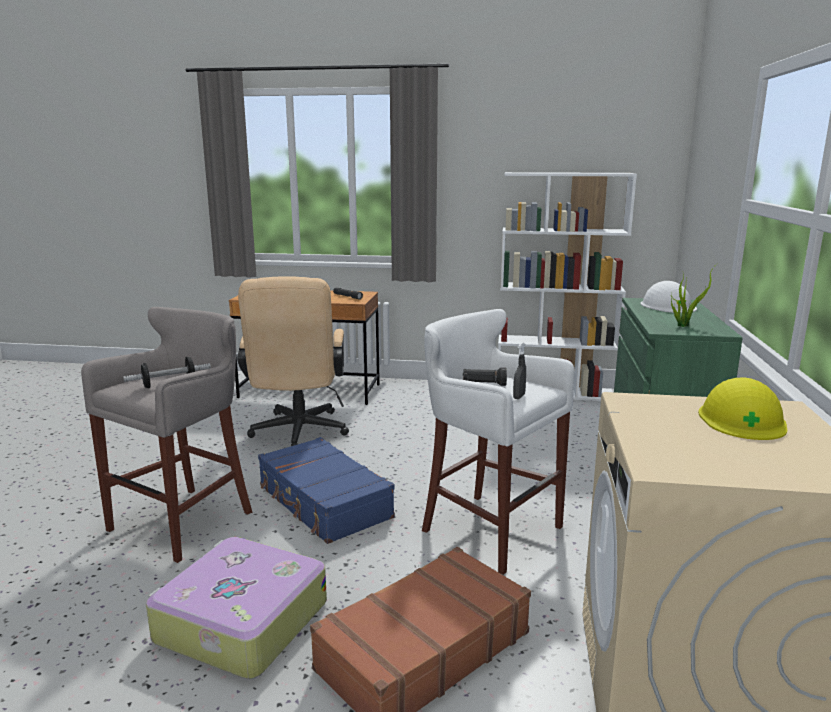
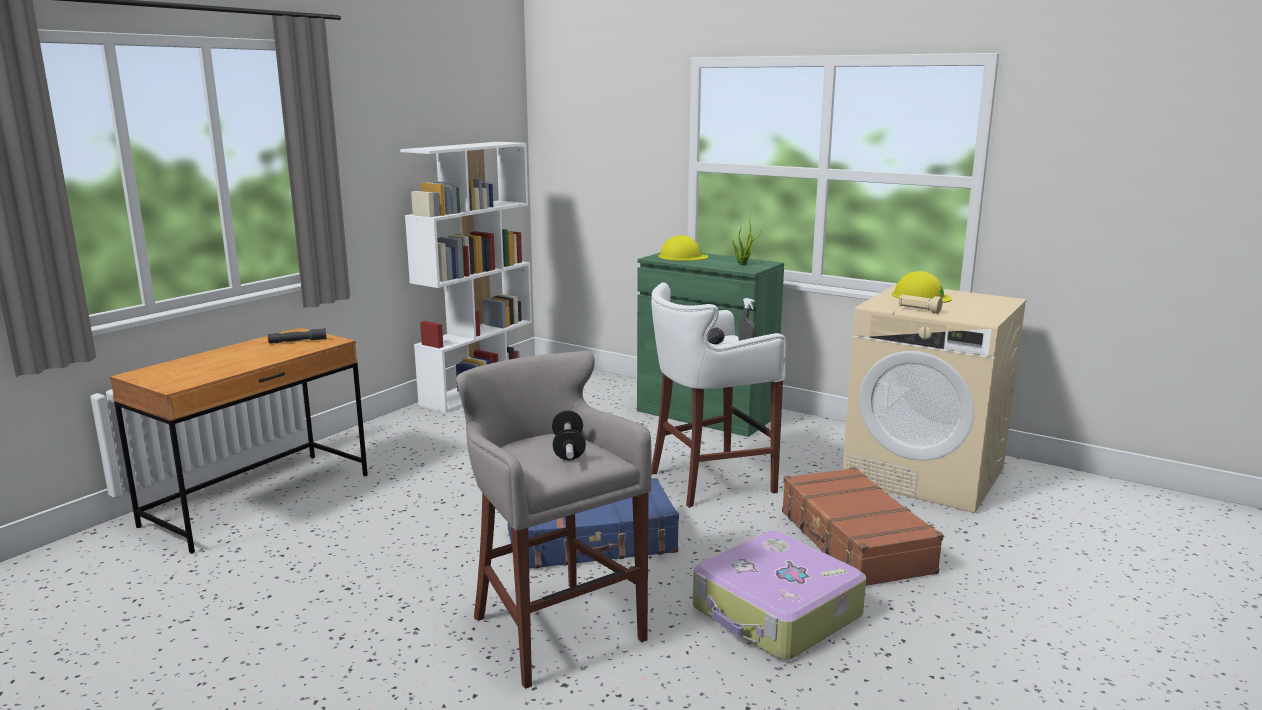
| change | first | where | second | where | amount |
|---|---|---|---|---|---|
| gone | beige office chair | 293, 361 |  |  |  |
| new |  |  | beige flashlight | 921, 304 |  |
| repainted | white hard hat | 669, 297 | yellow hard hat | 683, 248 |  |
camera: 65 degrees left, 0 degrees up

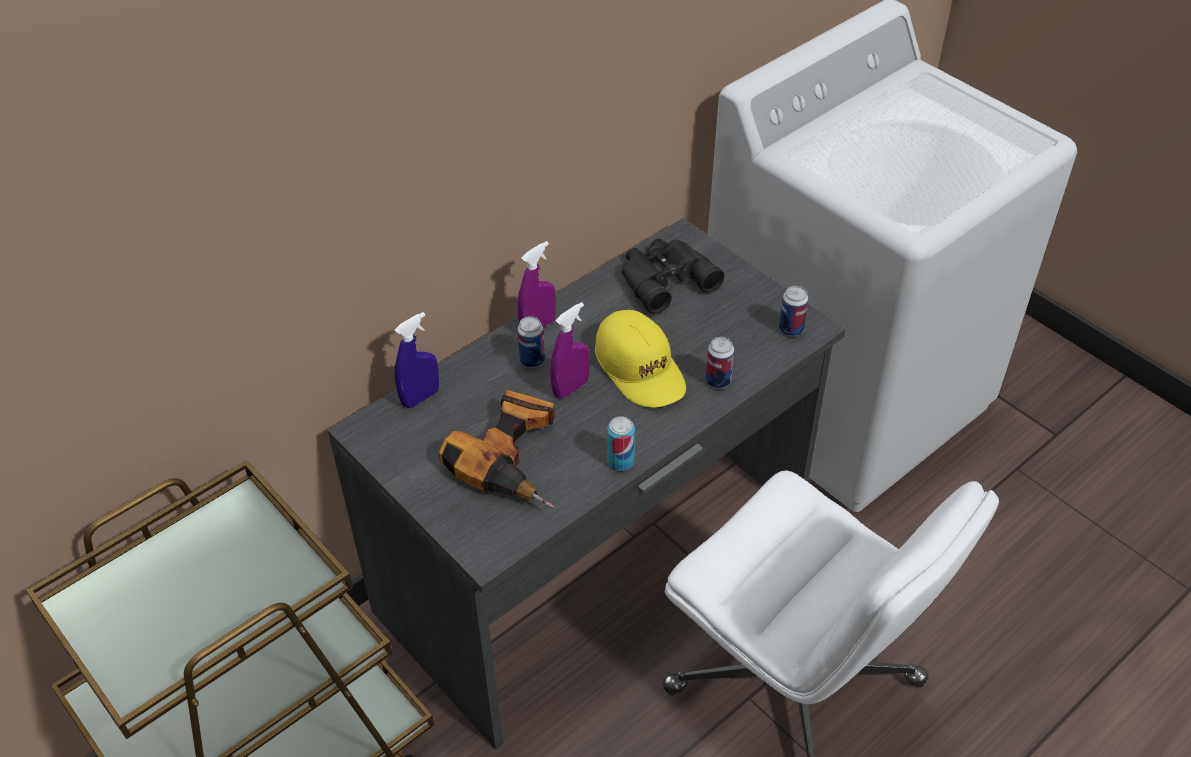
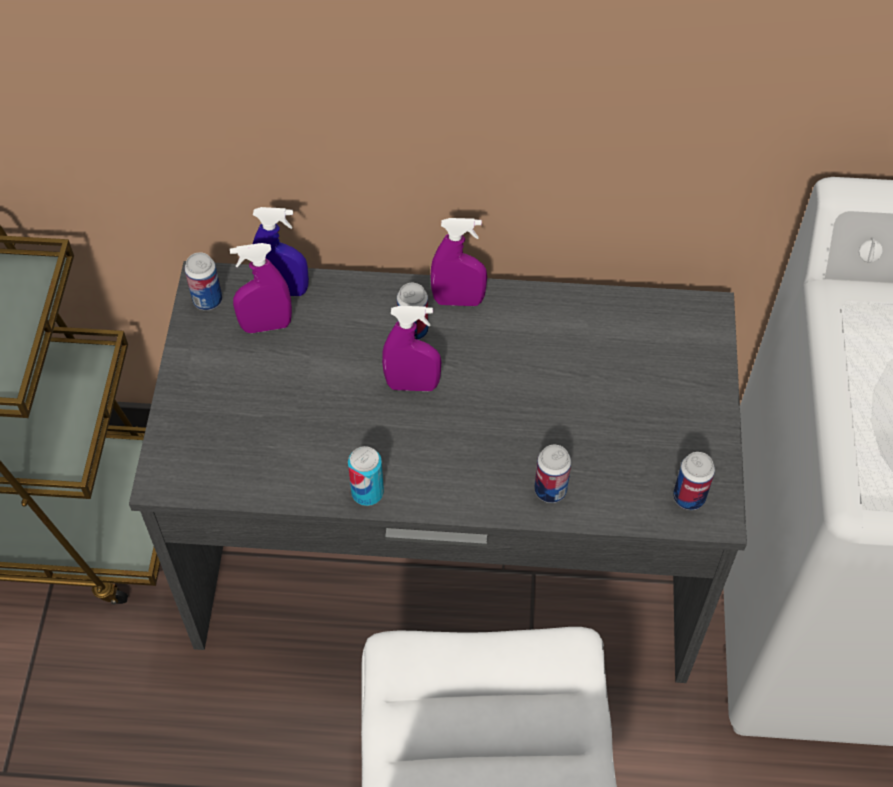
| change | first | where | second | where | amount |
|---|---|---|---|---|---|
| gone | power drill | 497, 449 |  |  |  |
| gone | yellow cap | 640, 359 |  |  |  |
| gone | black binoculars | 673, 276 |  |  |  |
| new |  |  | can | 203, 281 |  |
| new |  |  | purple spray bottle | 261, 288 |  |
camera: 45 degrees right, 10 degrees up

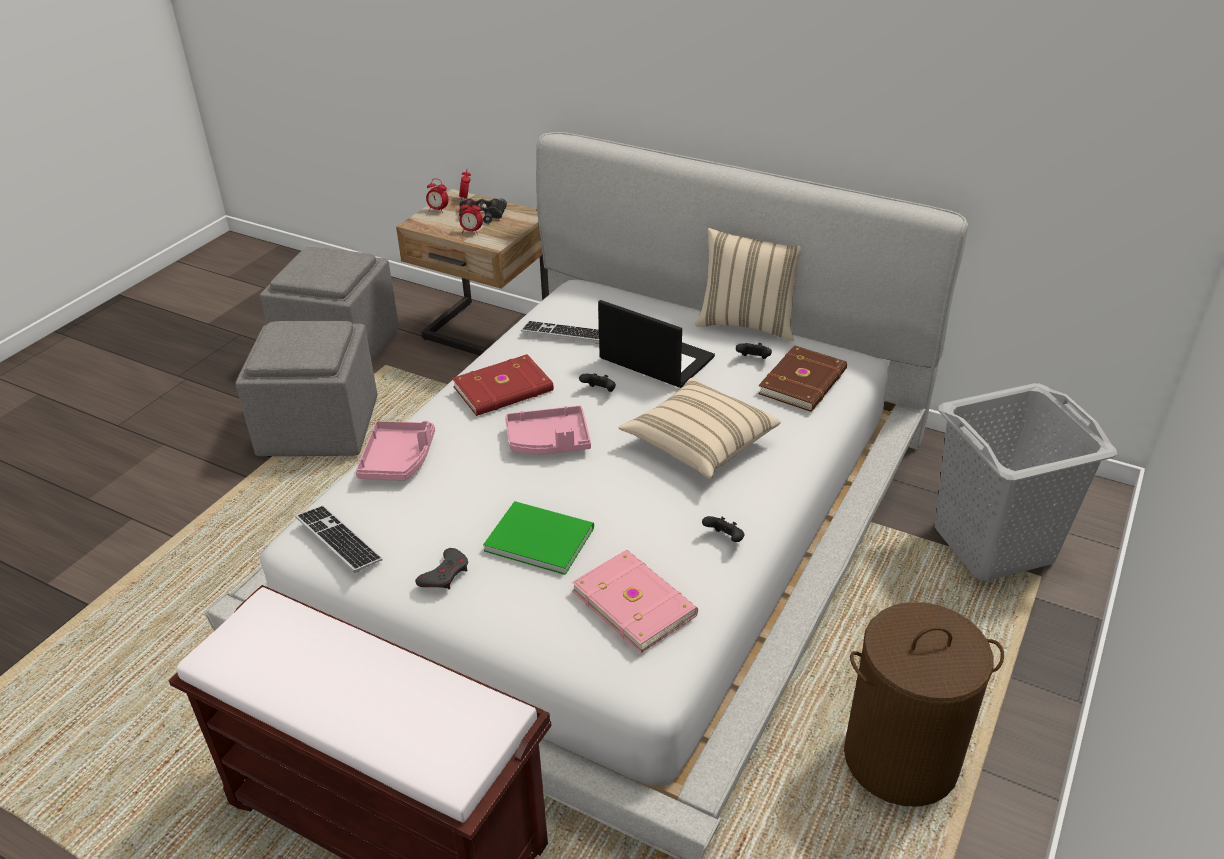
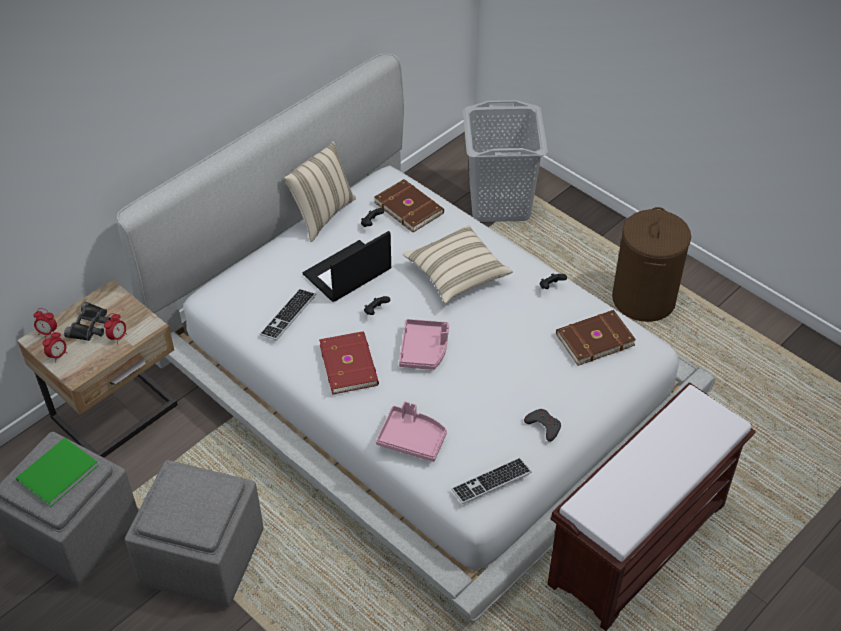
| change | first | where | second | where | amount |
|---|---|---|---|---|---|
| shifted | green book | 538, 538 |  | 57, 472 |  |
| repainted | pink book | 635, 602 | brown book | 596, 338 |  |
camera: 75 degrees left, 10 degrees up

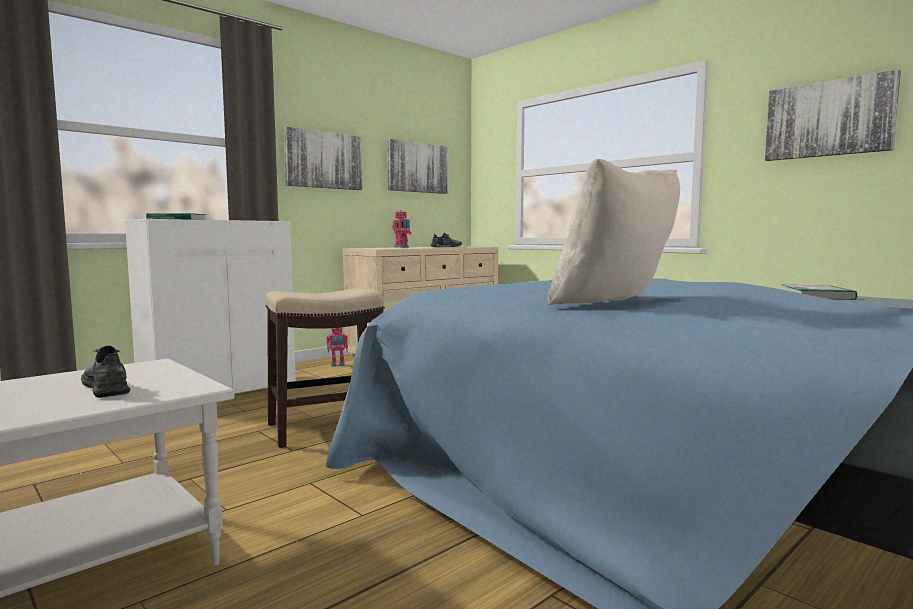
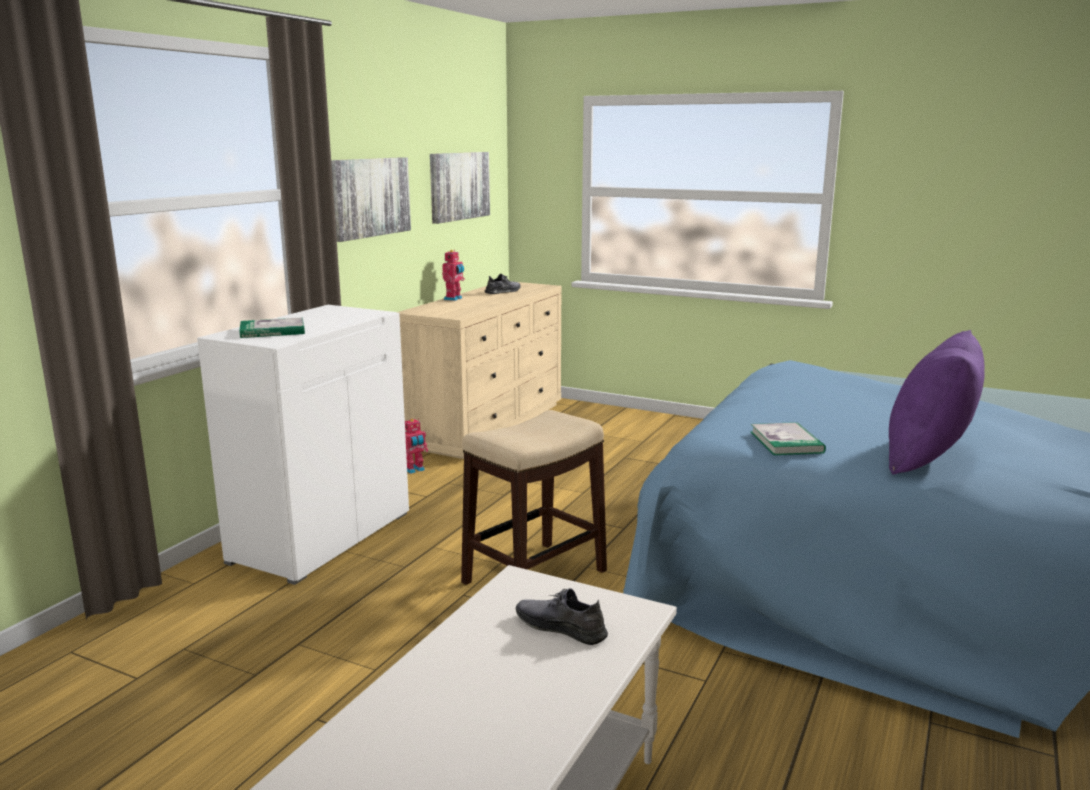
| change | first | where | second | where | amount |
|---|---|---|---|---|---|
| gone | picture | 833, 115 |  |  |  |
| shifted | book | 819, 292 |  | 788, 438 |  |
| repainted | beige pillow | 613, 232 | purple pillow | 936, 402 |  |
camera: 20 degrees left, 10 degrees up

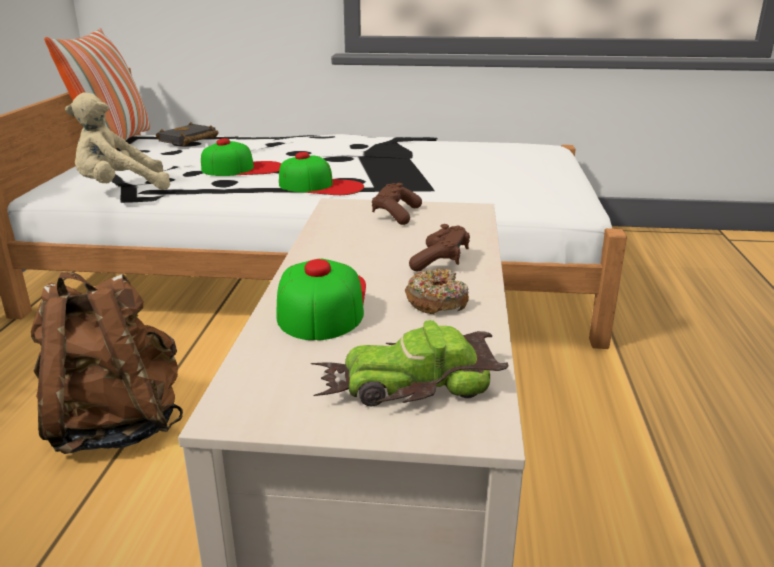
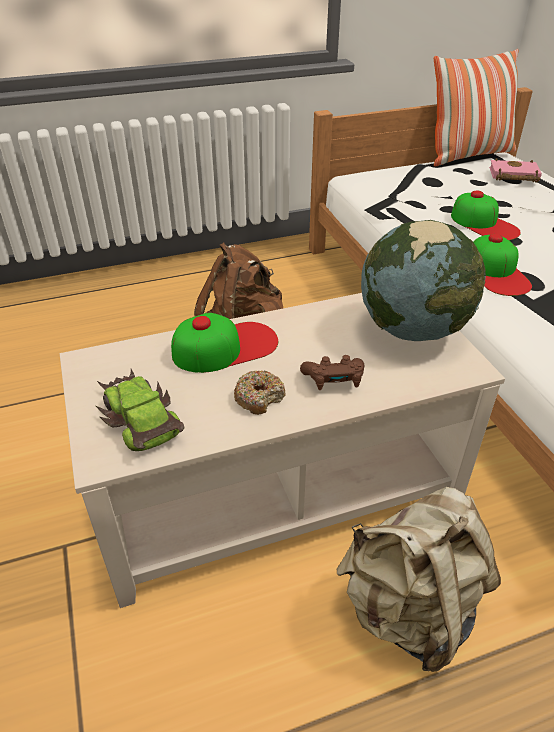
| change | first | where | second | where | amount |
|---|---|---|---|---|---|
| gone | beige plush toy | 117, 141 |  |  |  |
| new |  |  | beige backpack | 419, 579 |  |
| swapped | brown game controller | 397, 204 | globe | 423, 280 |  |
| repainted | black book | 187, 134 | pink book | 515, 170 |  |
camera: 65 degrees right, 15 degrees up

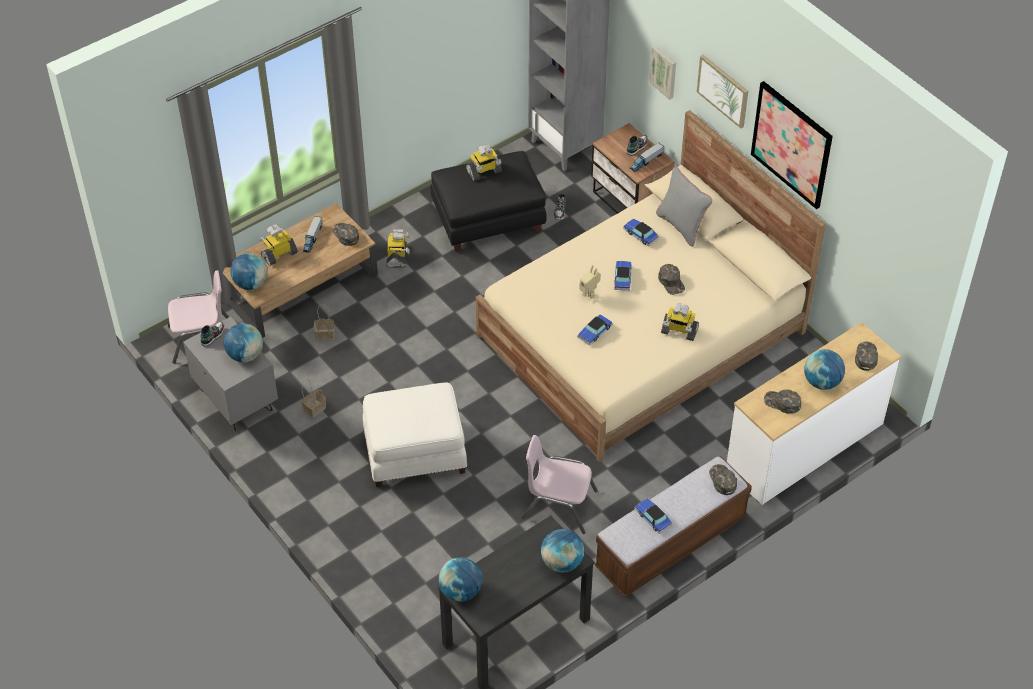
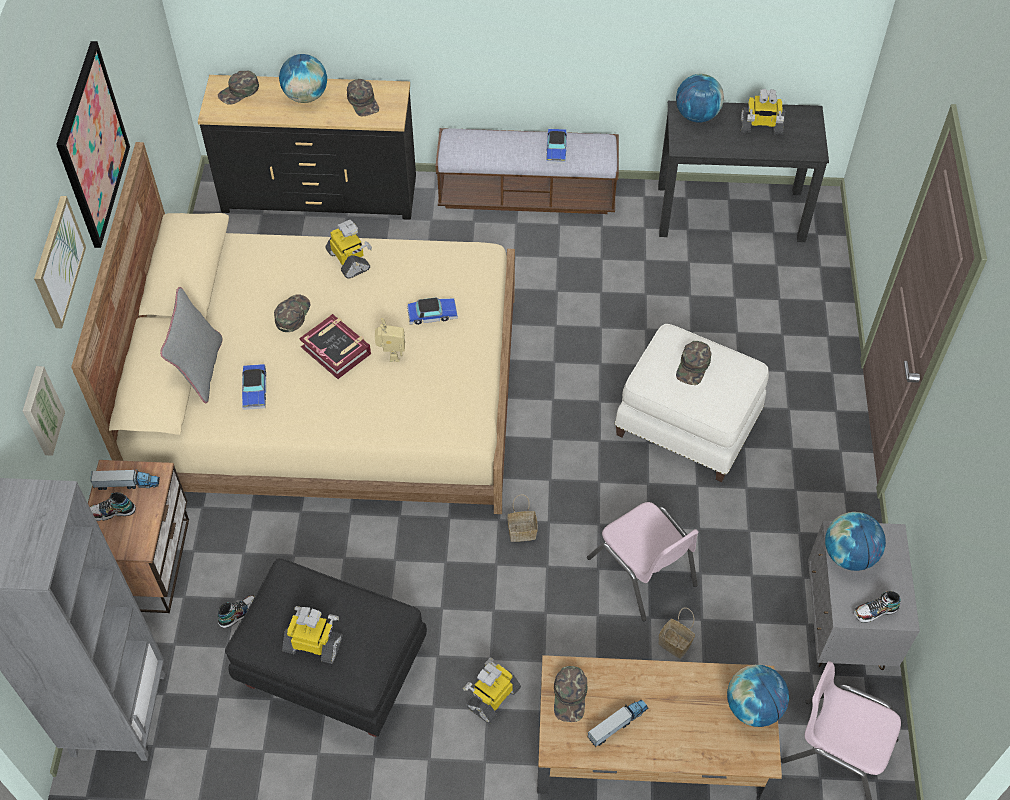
| change | first | where | second | where | amount |
|---|---|---|---|---|---|
| gone | globe | 460, 579 |  |  |  |
| shifted | toy robot | 278, 245 |  | 763, 112 |  |
| shifted | basket | 313, 398 |  | 523, 518 |  |
| shifted | pink chair | 559, 484 |  | 643, 561 |  |
| shifted | green cap | 723, 479 |  | 693, 363 |  |
| swapped | toy car | 623, 276 | book | 335, 346 |  |
| repainted | white dresser | 814, 413 | black dresser | 307, 147 |  |
camera: 140 degrees left, 5 degrees up

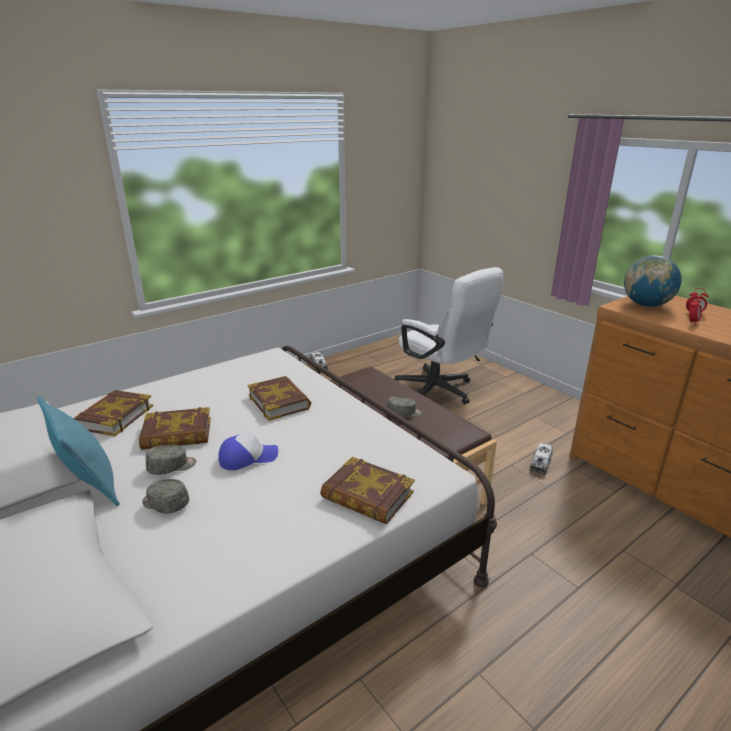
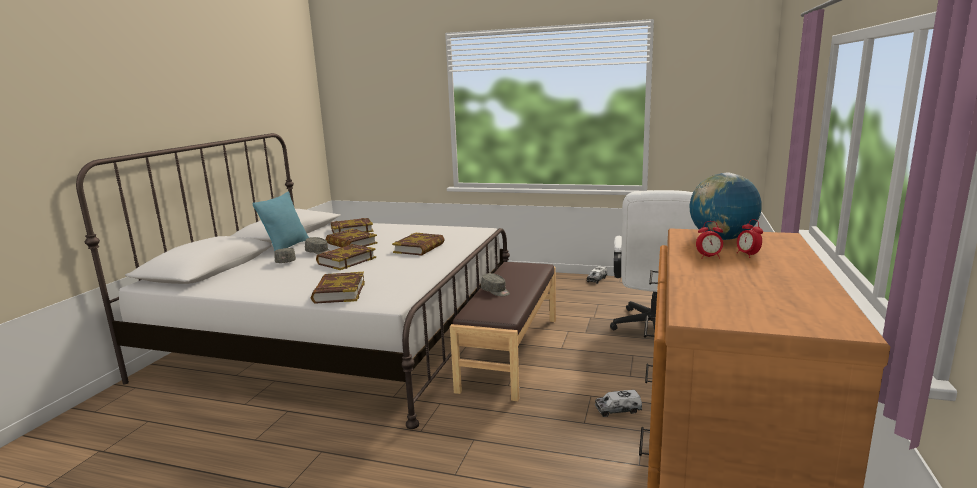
| change | first | where | second | where | amount |
|---|---|---|---|---|---|
| swapped | cap | 248, 452 | book | 346, 257 |  |
camera: 55 degrees right, 10 degrees down

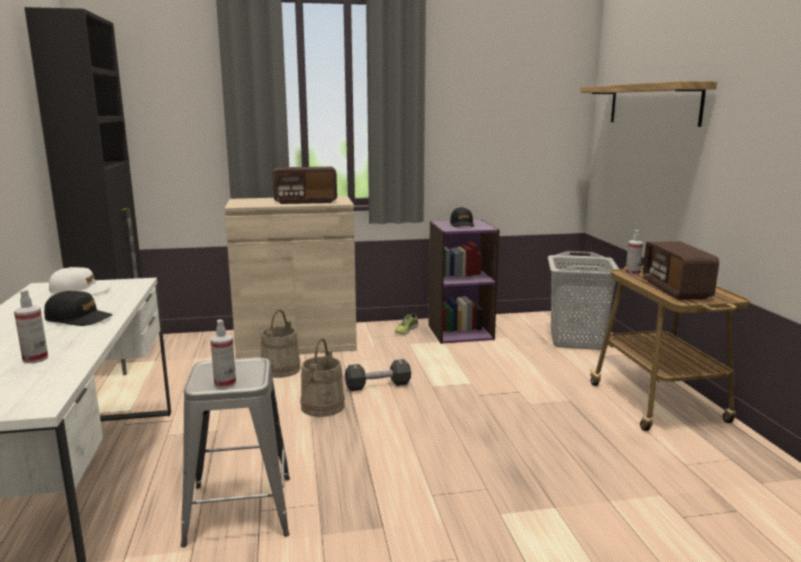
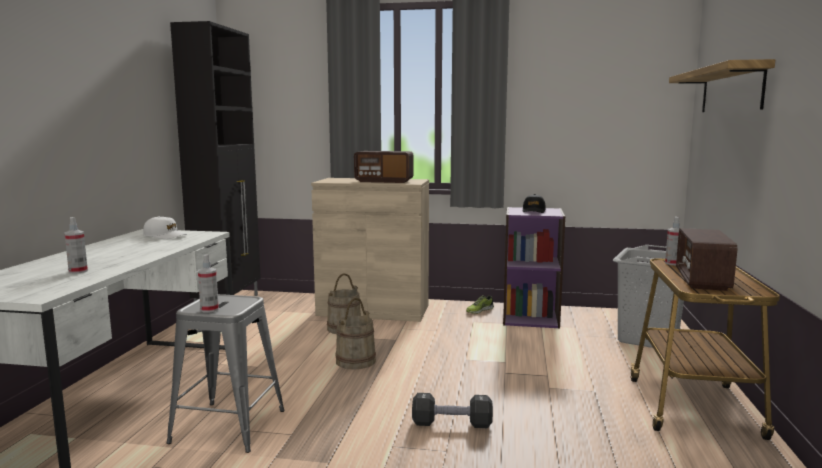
| change | first | where | second | where | amount |
|---|---|---|---|---|---|
| gone | black cap | 78, 308 |  |  |  |
| shifted | black dumbbell | 378, 375 |  | 452, 410 |  |
camera: 20 degrees right, 5 degrees down

